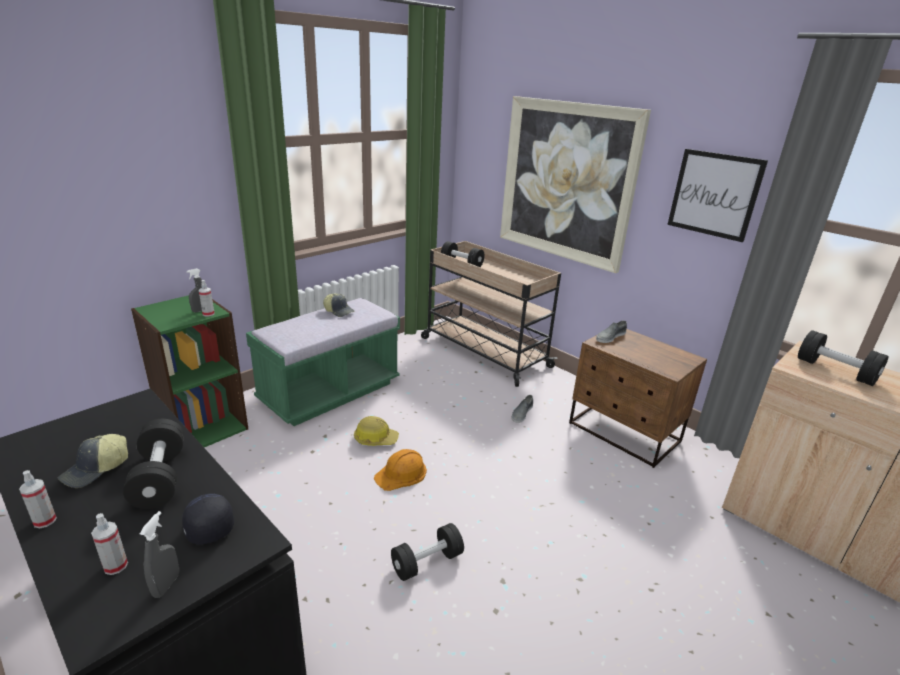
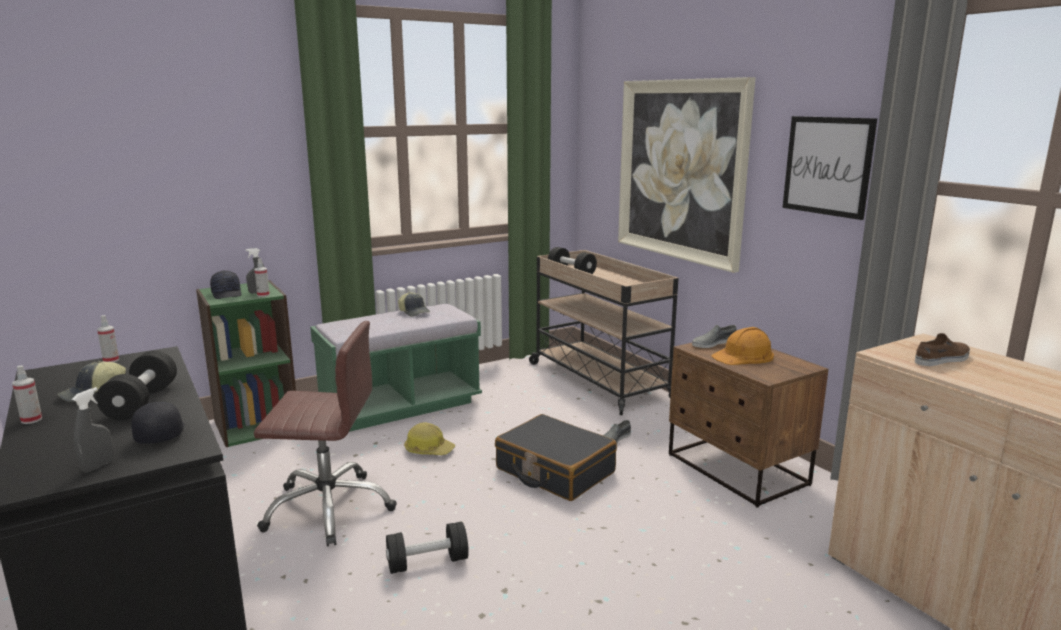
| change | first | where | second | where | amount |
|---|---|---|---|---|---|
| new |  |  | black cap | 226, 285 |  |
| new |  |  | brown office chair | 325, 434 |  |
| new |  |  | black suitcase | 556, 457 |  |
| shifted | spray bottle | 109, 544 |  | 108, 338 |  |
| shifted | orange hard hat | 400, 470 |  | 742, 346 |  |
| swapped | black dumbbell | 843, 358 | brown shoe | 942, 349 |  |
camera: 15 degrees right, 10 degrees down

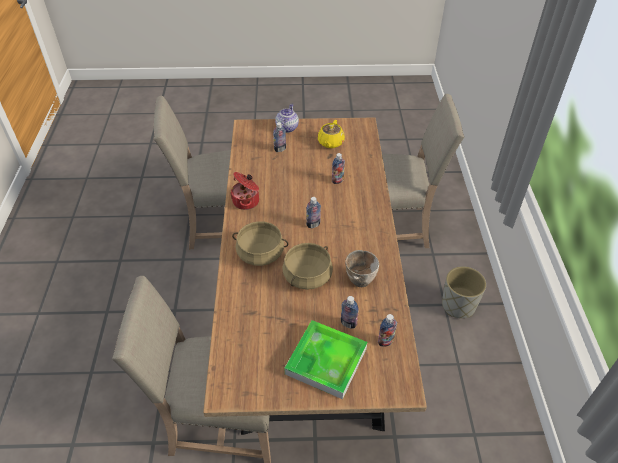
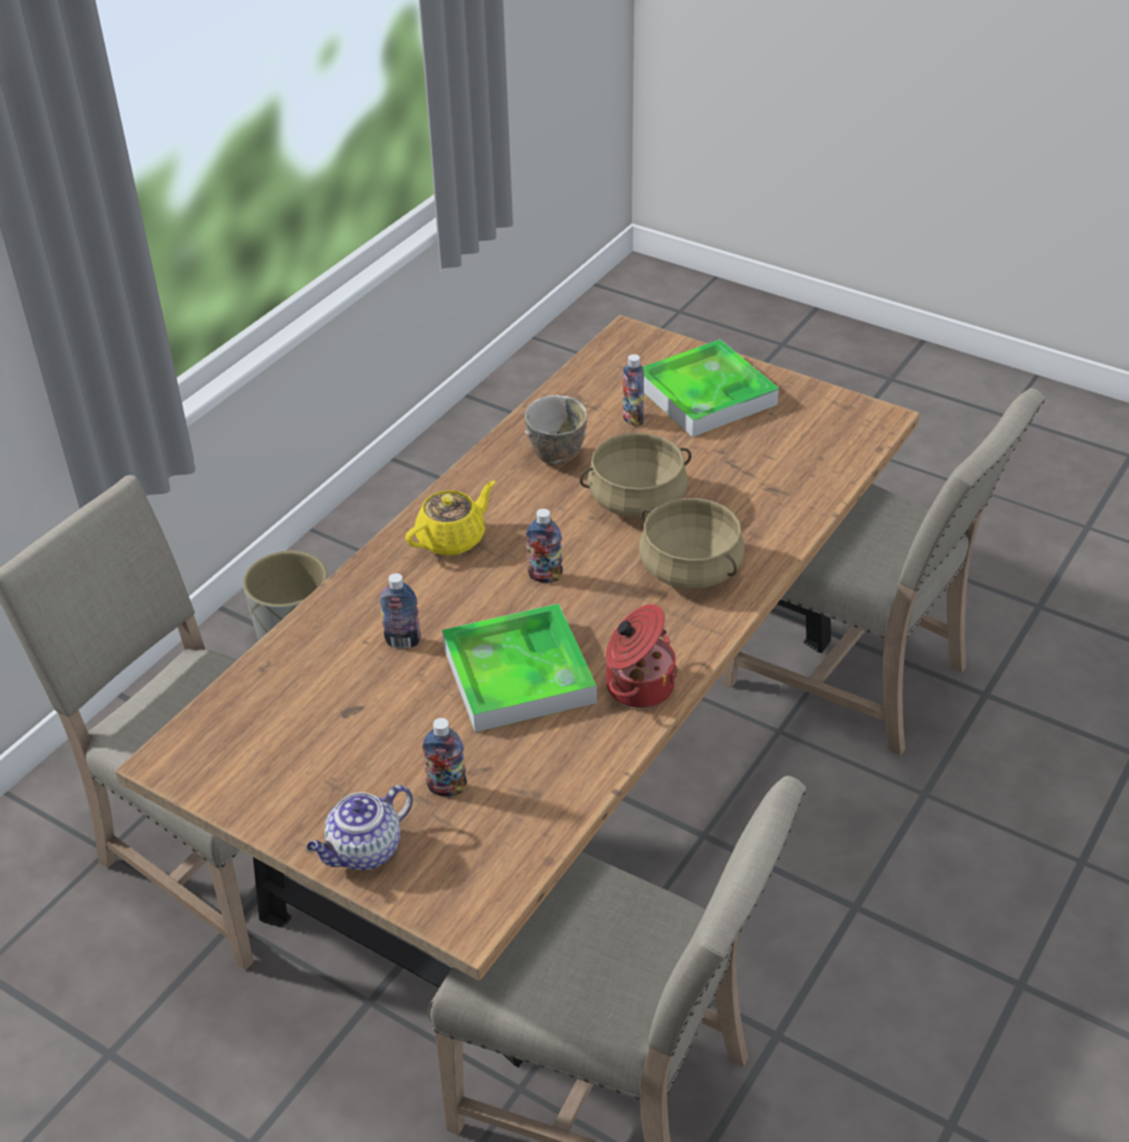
| change | first | where | second | where | amount |
|---|---|---|---|---|---|
| gone | bottle | 387, 330 |  |  |  |
| new |  |  | tray | 519, 667 |  |
| shifted | yellow teapot | 331, 134 |  | 450, 518 |  |
camera: 145 degrees left, 5 degrees down

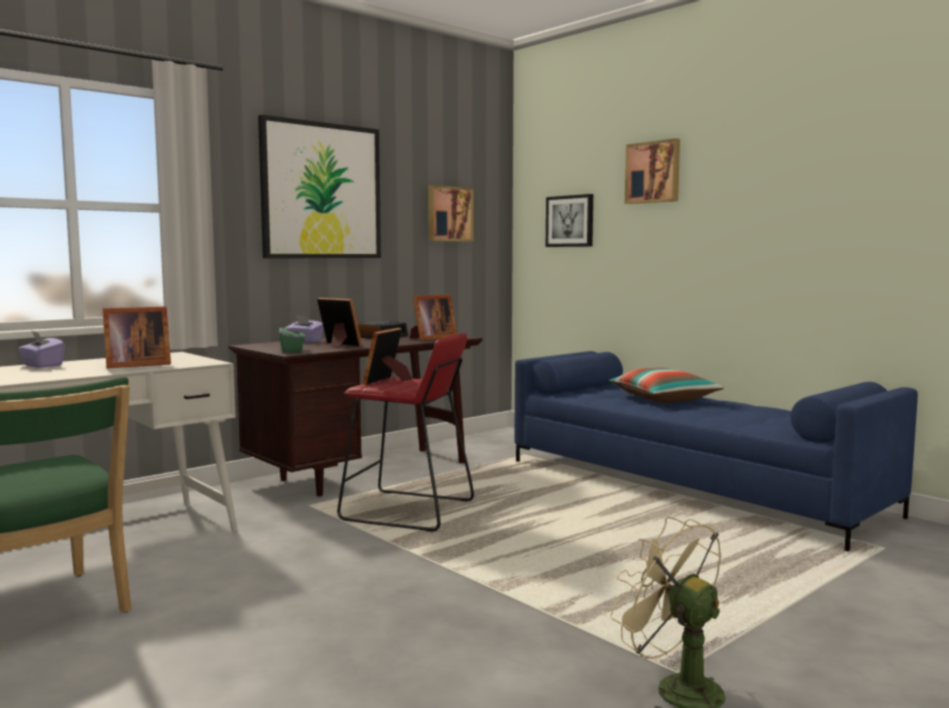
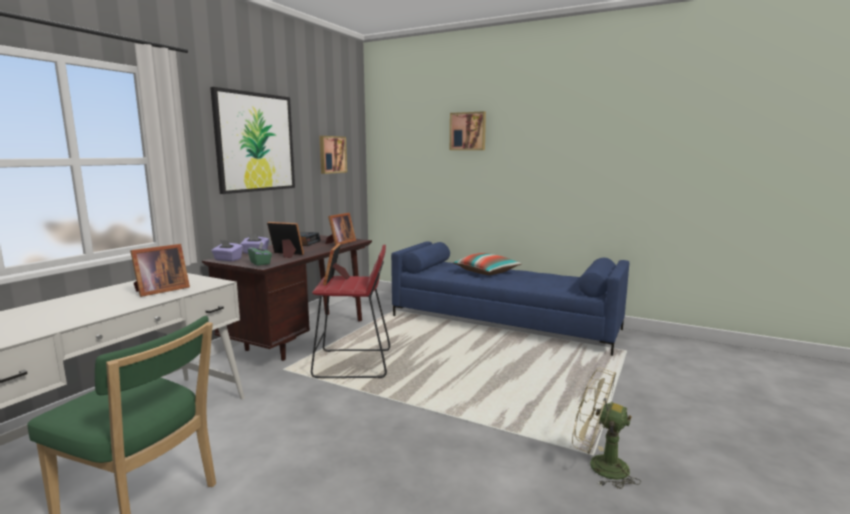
| change | first | where | second | where | amount |
|---|---|---|---|---|---|
| gone | picture | 569, 220 |  |  |  |
| shifted | purple tissue box | 41, 349 |  | 227, 250 |  |
camera: 20 degrees left, 5 degrees up

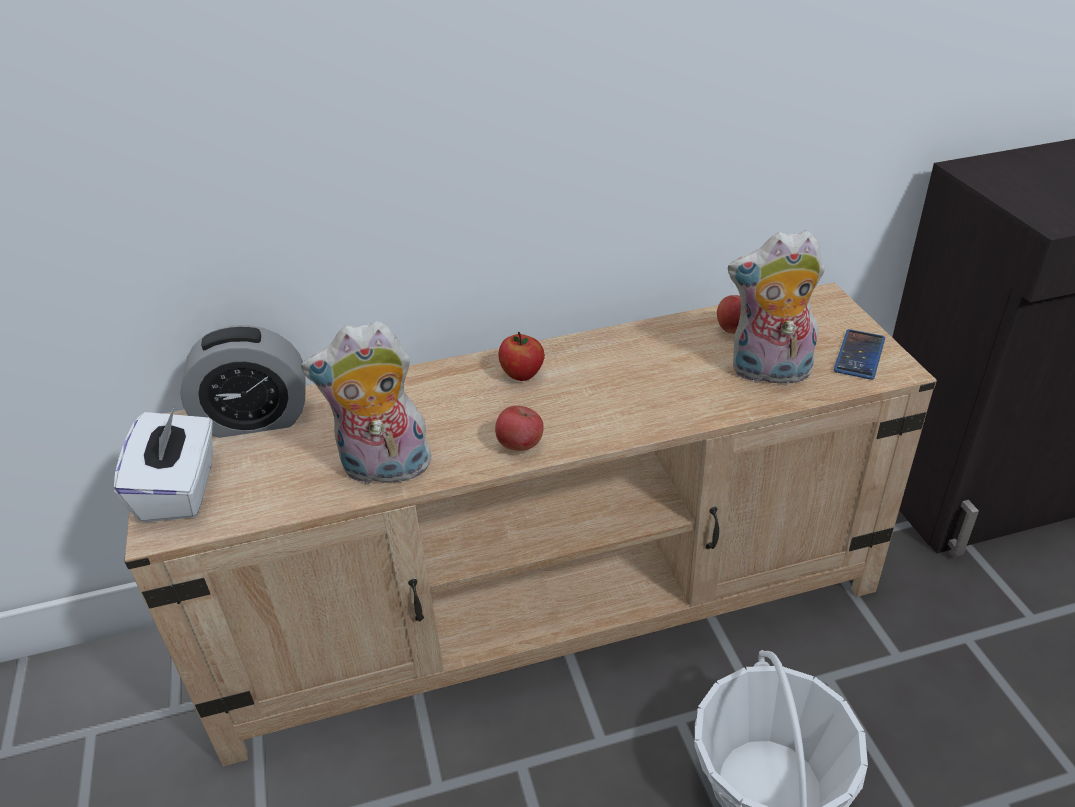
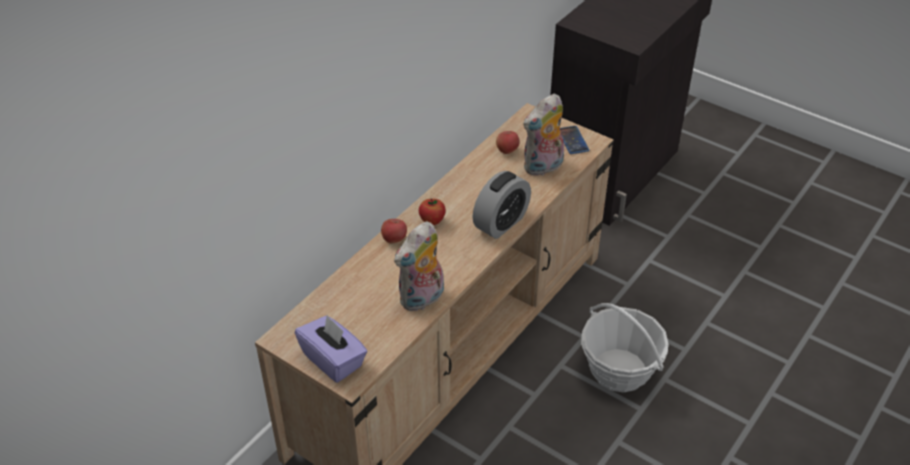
| change | first | where | second | where | amount |
|---|---|---|---|---|---|
| shifted | alarm clock | 243, 381 |  | 501, 205 |  |
| shifted | apple | 519, 428 |  | 394, 231 |  |
| repainted | white tissue box | 163, 465 | purple tissue box | 331, 349 |  |
camera: 40 degrees left, 5 degrees up

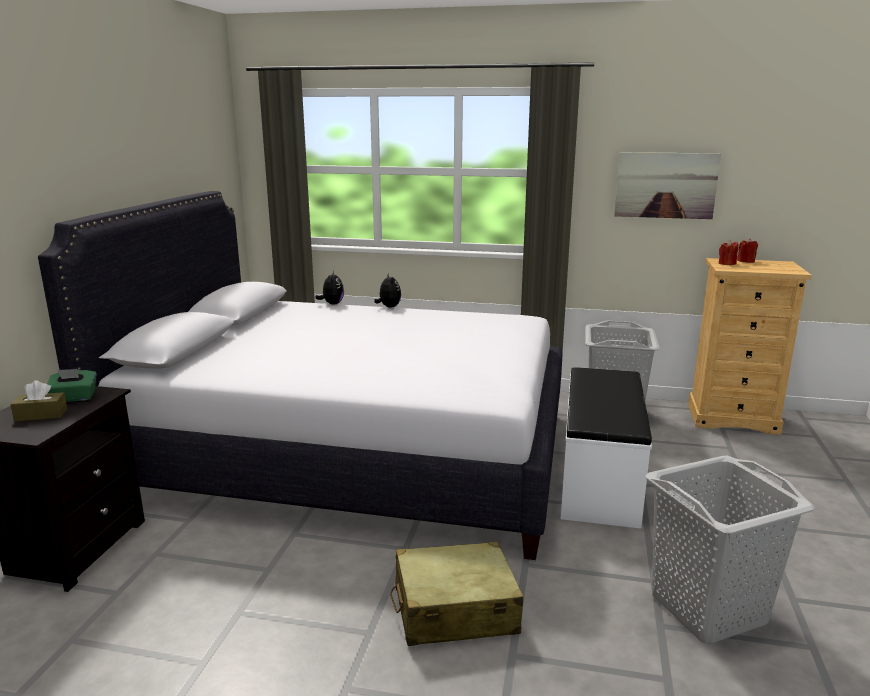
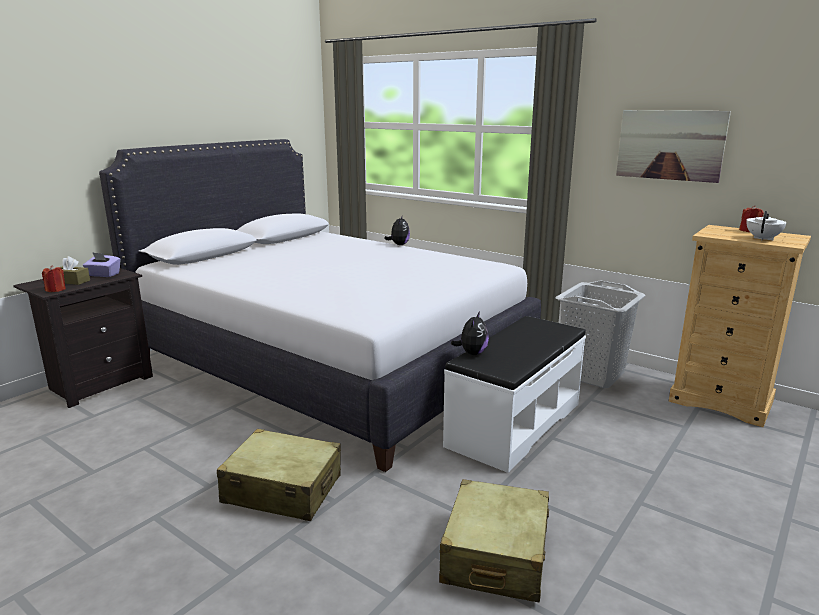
| change | first | where | second | where | amount |
|---|---|---|---|---|---|
| new |  |  | white teapot | 766, 226 |  |
| shifted | plush toy | 330, 288 |  | 470, 333 |  |
| shifted | red candle | 729, 252 |  | 54, 278 |  |
| swapped | grey laundry basket | 730, 550 | beige suitcase | 494, 540 |  |
| repainted | green tissue box | 71, 385 | purple tissue box | 102, 264 |  |
camera: 25 degrees right, 0 degrees up

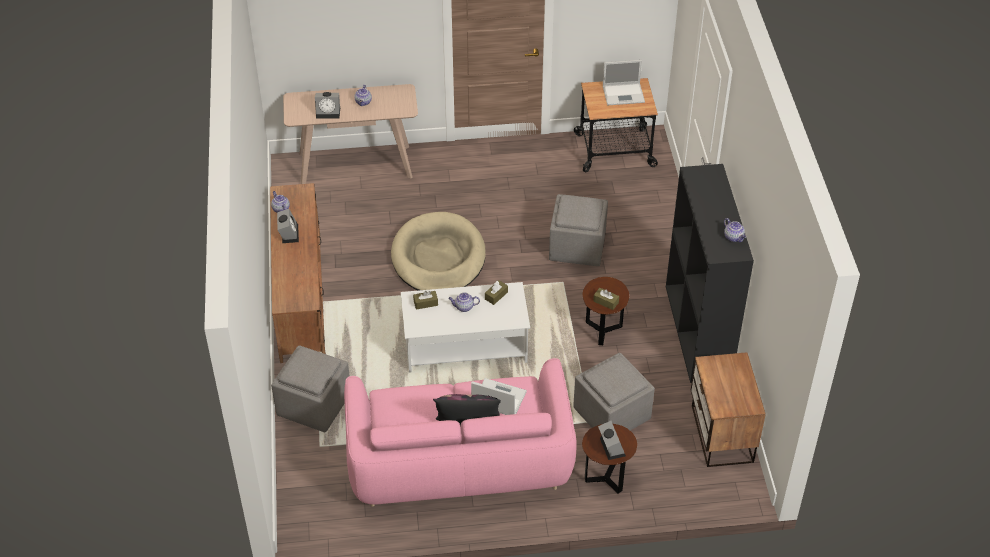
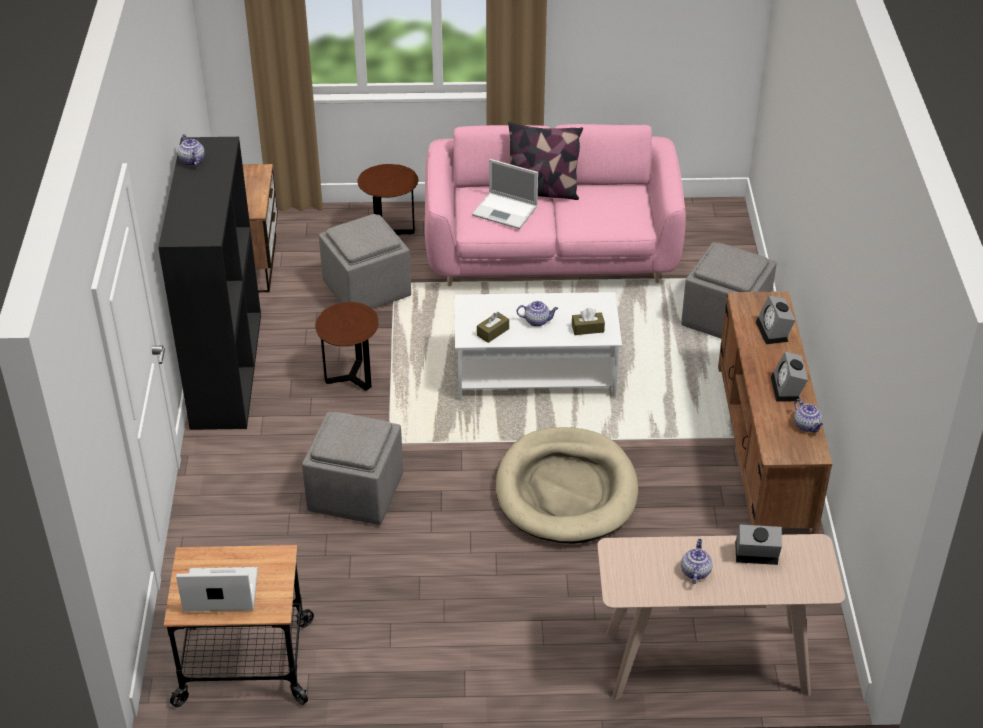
| change | first | where | second | where | amount |
|---|---|---|---|---|---|
| gone | brown tissue box | 606, 299 |  |  |  |
| shifted | alarm clock | 612, 440 |  | 775, 320 |  |
camera: 175 degrees left, 5 degrees down

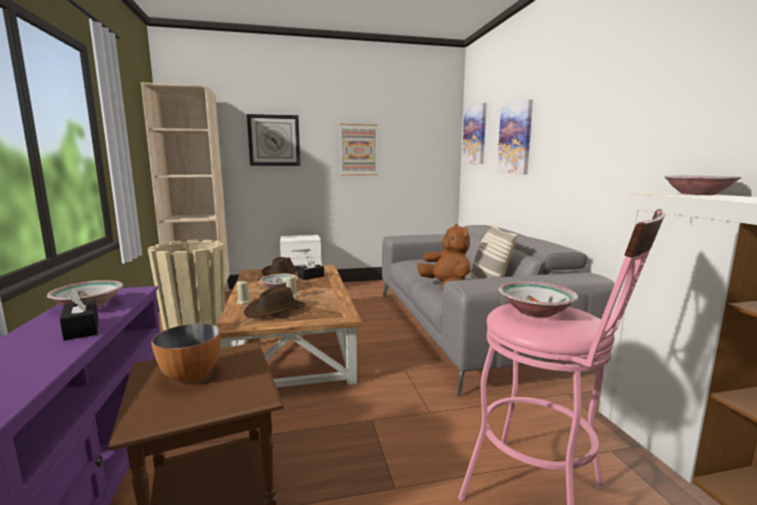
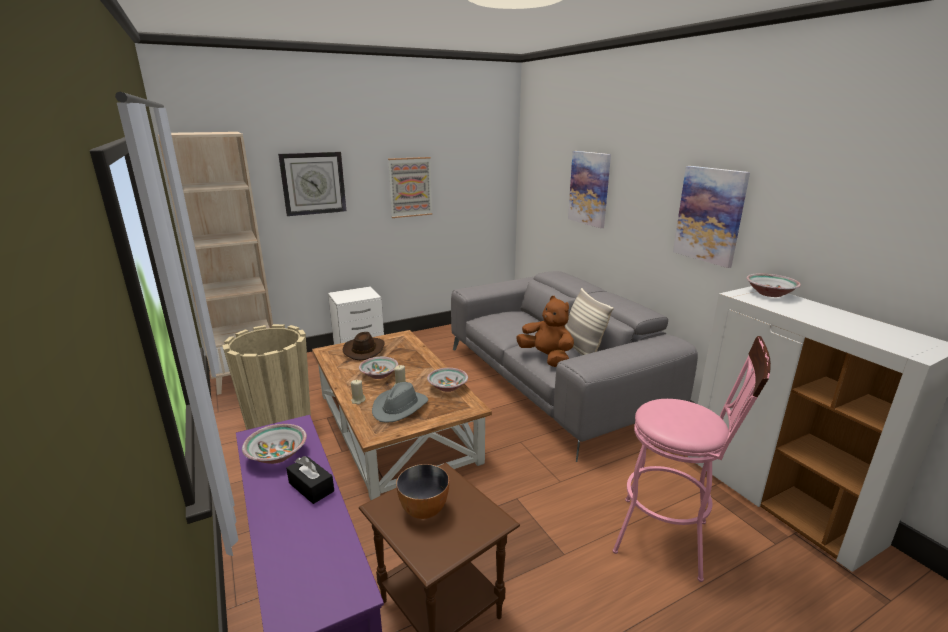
| change | first | where | second | where | amount |
|---|---|---|---|---|---|
| gone | black tissue box | 311, 269 |  |  |  |
| shifted | picture | 474, 133 |  | 711, 217 |  |
| shifted | bowl | 538, 299 |  | 447, 380 |  |
| repainted | brown hat | 274, 302 | grey hat | 400, 402 |  |
camera: 15 degrees left, 10 degrees up

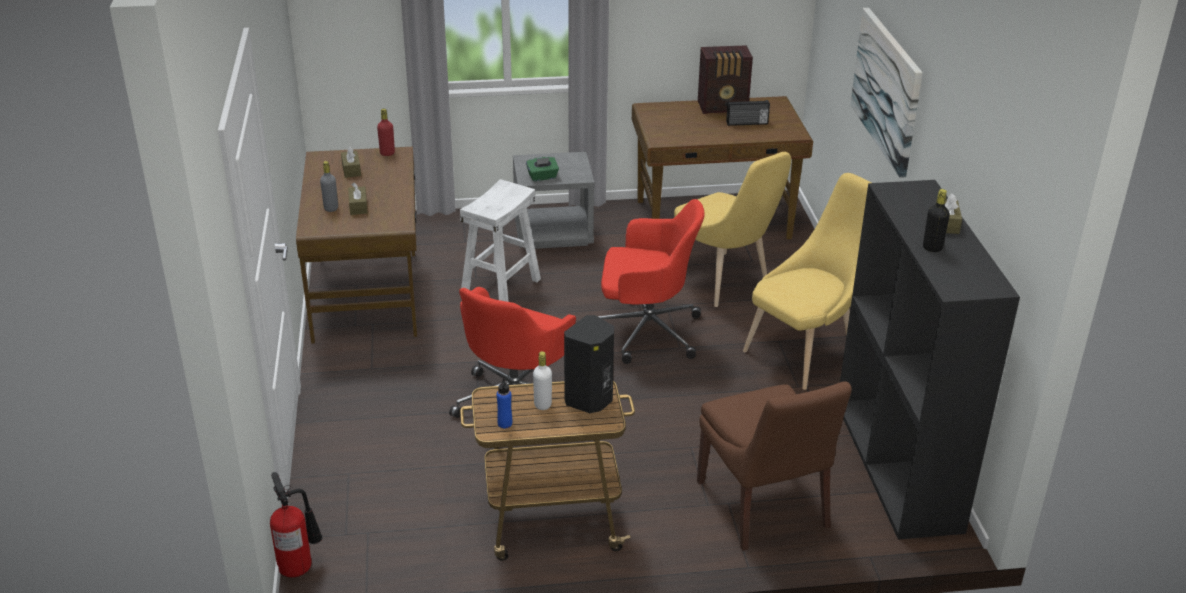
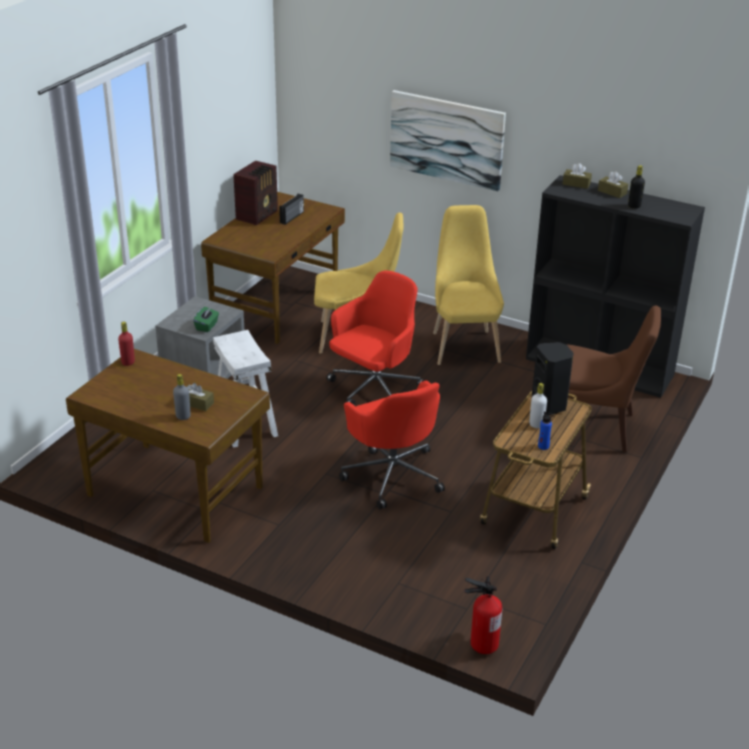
| change | first | where | second | where | amount |
|---|---|---|---|---|---|
| shifted | brown tissue box | 351, 162 |  | 577, 176 |  |
camera: 55 degrees left, 0 degrees up

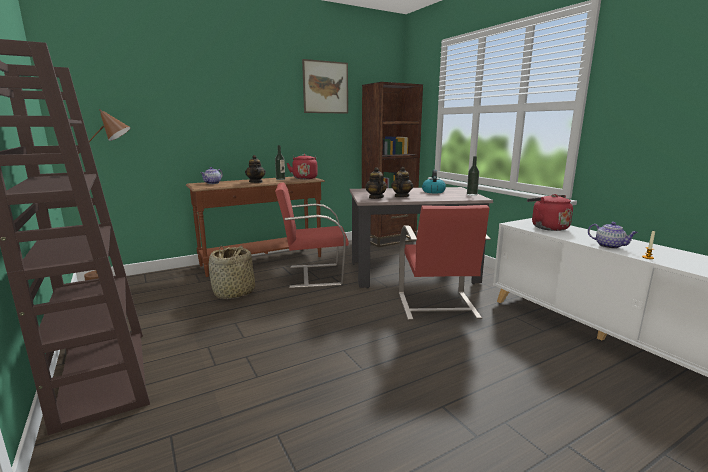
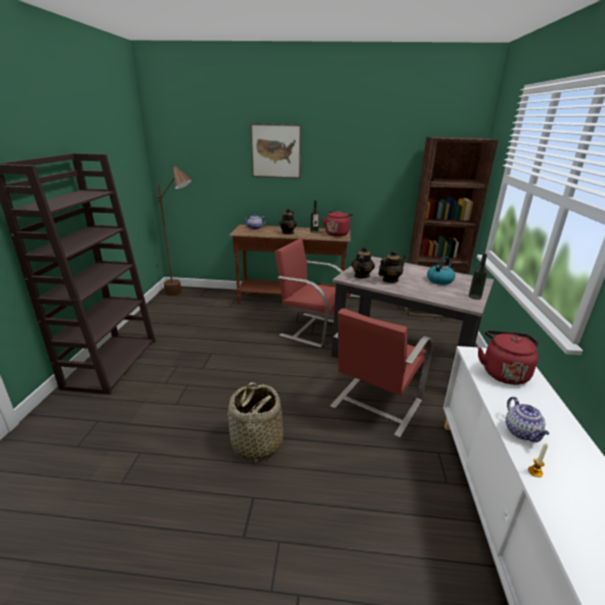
| change | first | where | second | where | amount |
|---|---|---|---|---|---|
| shifted | basket | 232, 272 |  | 256, 422 |  |
| shifted | picture | 325, 86 |  | 275, 151 |  |
camera: 35 degrees right, 10 degrees up

